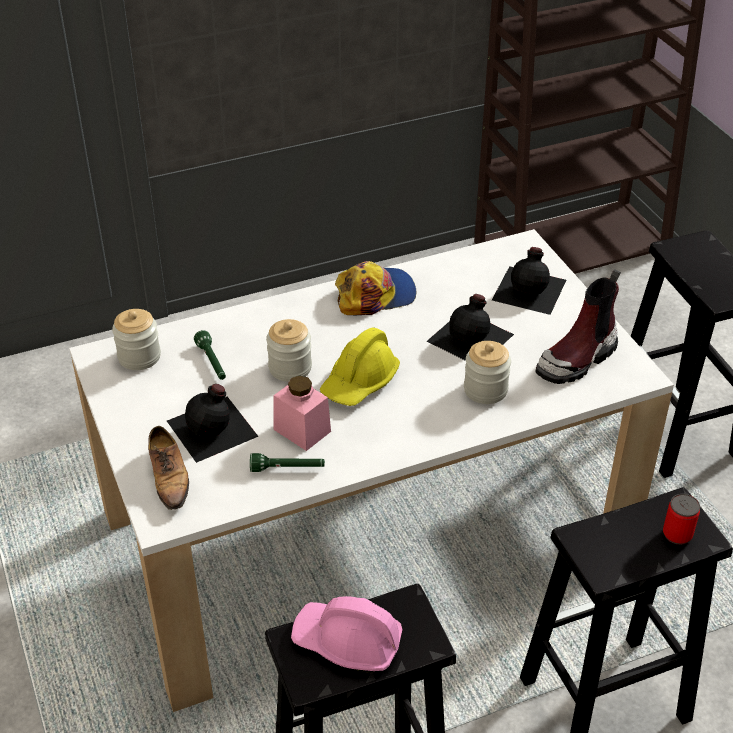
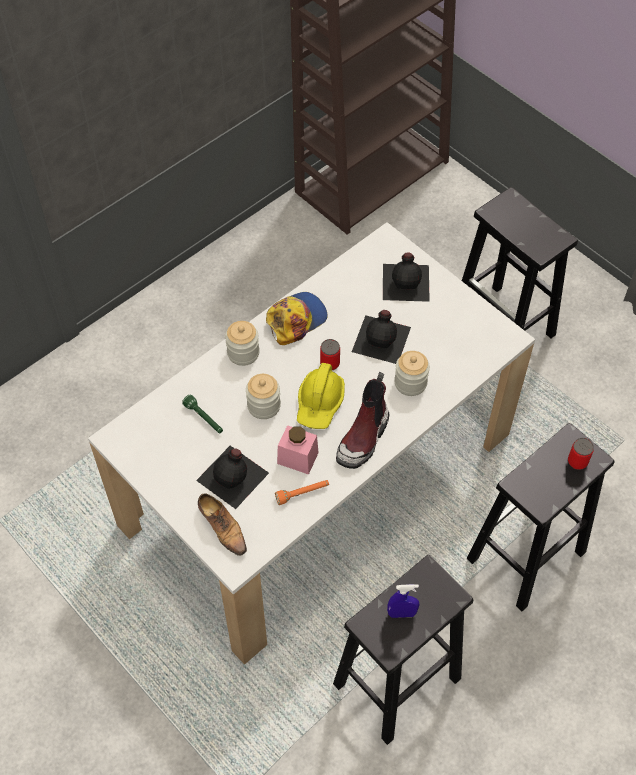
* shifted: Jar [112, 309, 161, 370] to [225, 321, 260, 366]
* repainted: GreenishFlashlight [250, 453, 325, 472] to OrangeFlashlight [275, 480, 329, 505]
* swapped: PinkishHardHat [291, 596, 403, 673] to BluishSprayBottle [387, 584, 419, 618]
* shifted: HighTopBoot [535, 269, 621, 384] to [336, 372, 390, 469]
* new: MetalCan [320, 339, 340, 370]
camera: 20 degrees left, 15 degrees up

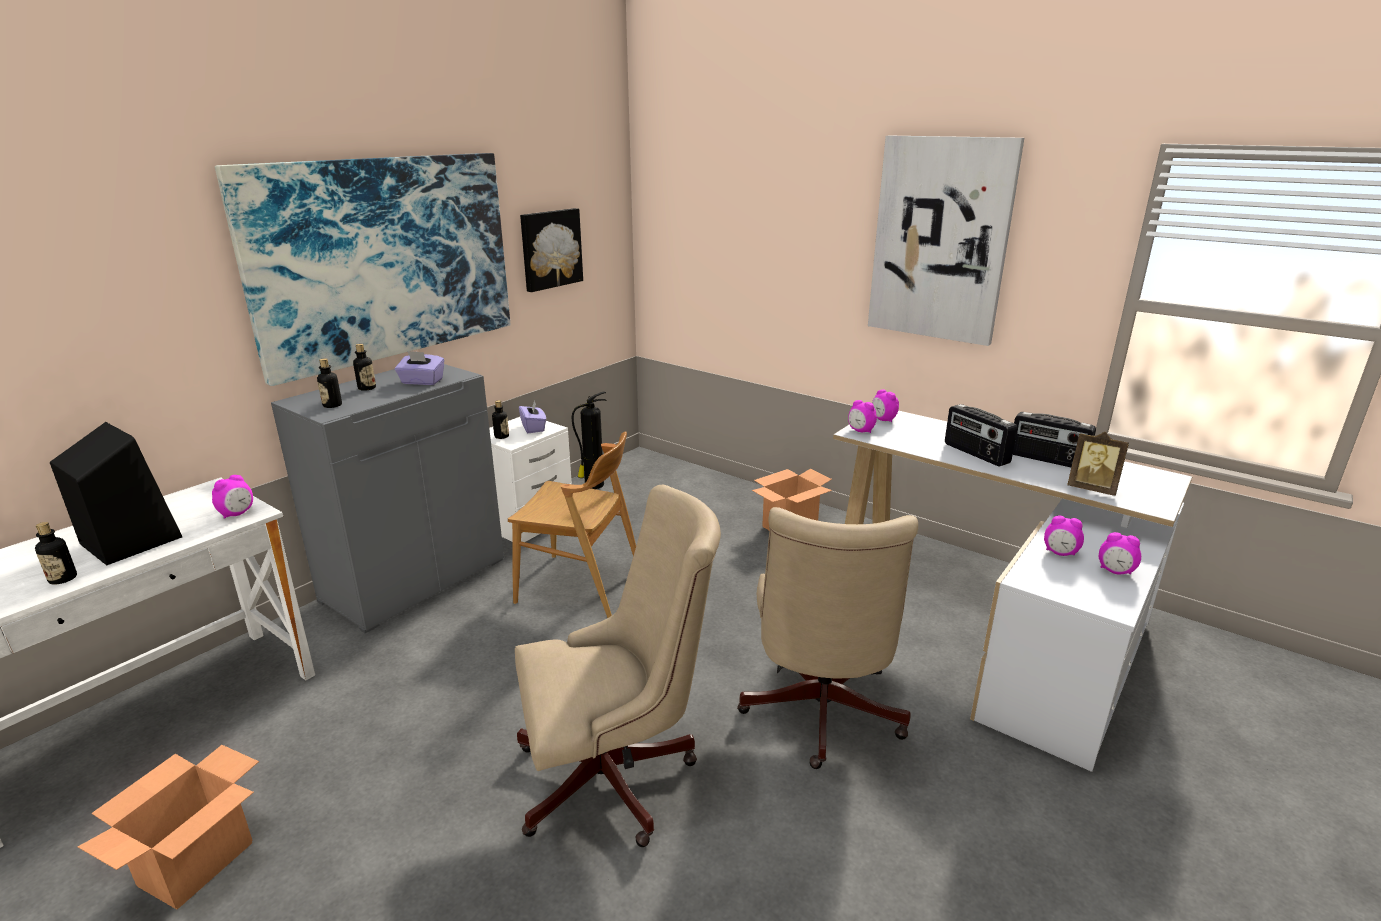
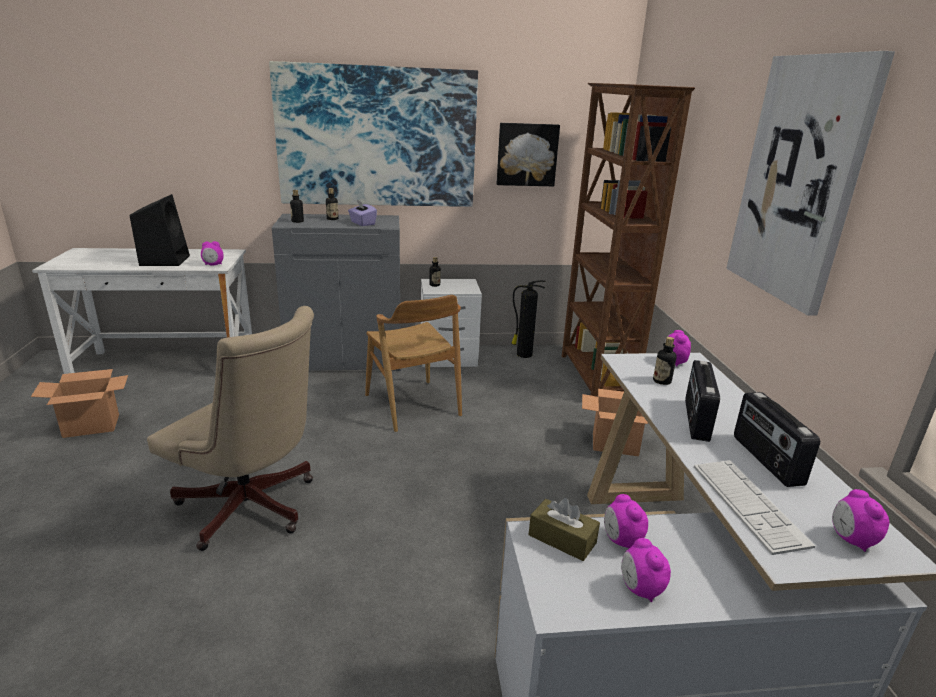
* shifted: BeverageBottle [35, 522, 77, 585] to [653, 337, 677, 385]
* gone: PurpleTissueHolder [519, 399, 546, 433]
* gone: BeigeColouredDeskChair [737, 507, 918, 769]
* shifted: TableClock [848, 400, 877, 433] to [832, 489, 889, 552]
* swapped: StandingFrame [1067, 432, 1129, 496] to ComputerKeyboard [694, 460, 815, 555]
* new: BrownTissueHolder [529, 498, 600, 561]
* new: BrownBookshelf [562, 83, 695, 397]
camera: 45 degrees right, 0 degrees up

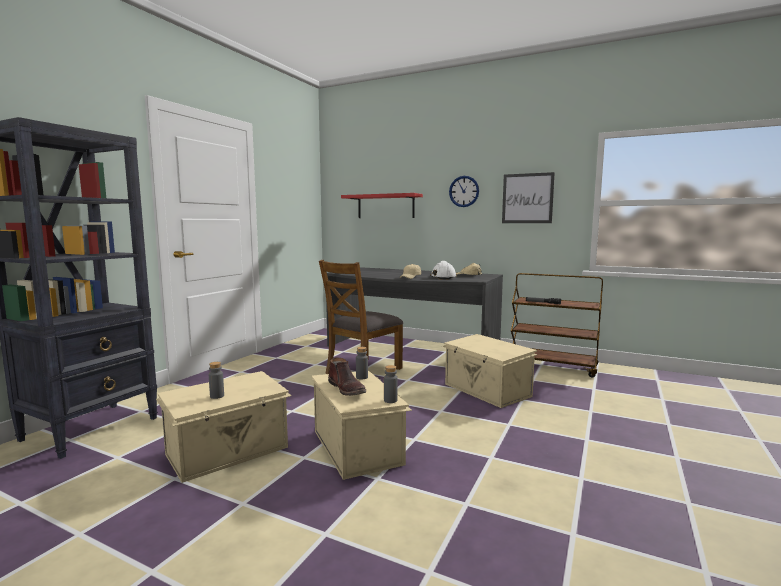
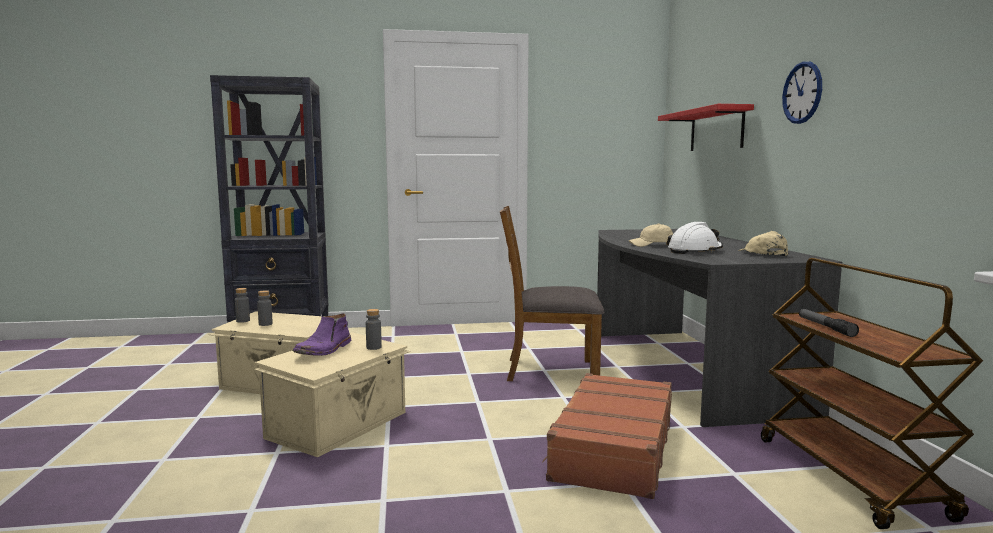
* repainted: BrownHighTopBoot [328, 357, 366, 396] to PurpleHighTopBoot [293, 313, 351, 356]
* shifted: GreyishBeverageBottle [384, 365, 398, 403] to [235, 288, 250, 323]
* swapped: BeigeColouredStorageContainer [442, 334, 537, 408] to BrownPieceOfLuggage [542, 373, 672, 499]
* gone: Picture [502, 172, 555, 223]
camera: 55 degrees right, 0 degrees up

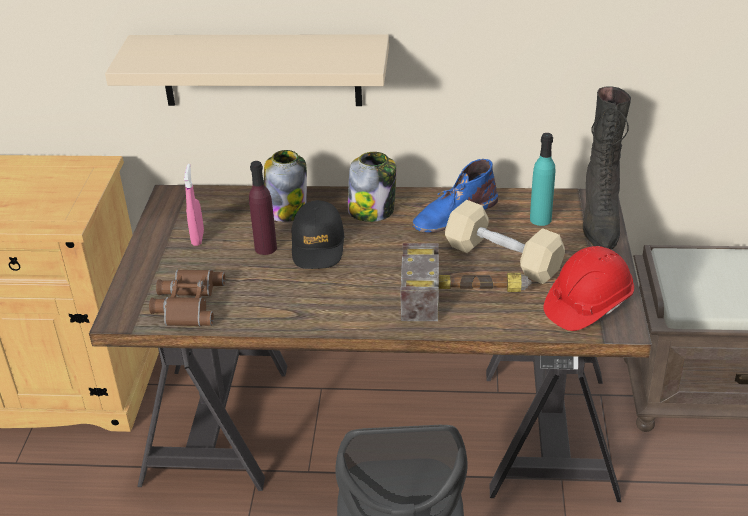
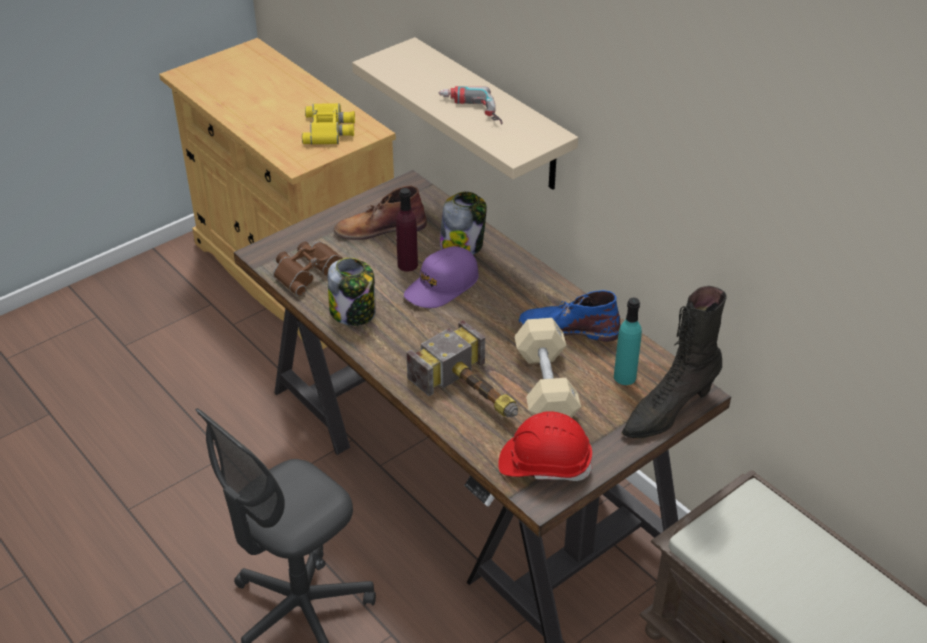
* swapped: PinkishSprayBottle [184, 164, 204, 246] to BrownHighTopBoot [334, 186, 427, 240]
* repainted: BlackCap [292, 200, 344, 269] to PurpleCap [404, 246, 479, 308]
* shifted: Jar [348, 152, 397, 222] to [328, 258, 375, 326]
* new: YellowFieldGlasses [302, 103, 355, 145]
* new: ElectricDrill [439, 86, 502, 124]
camera: 45 degrees right, 5 degrees up

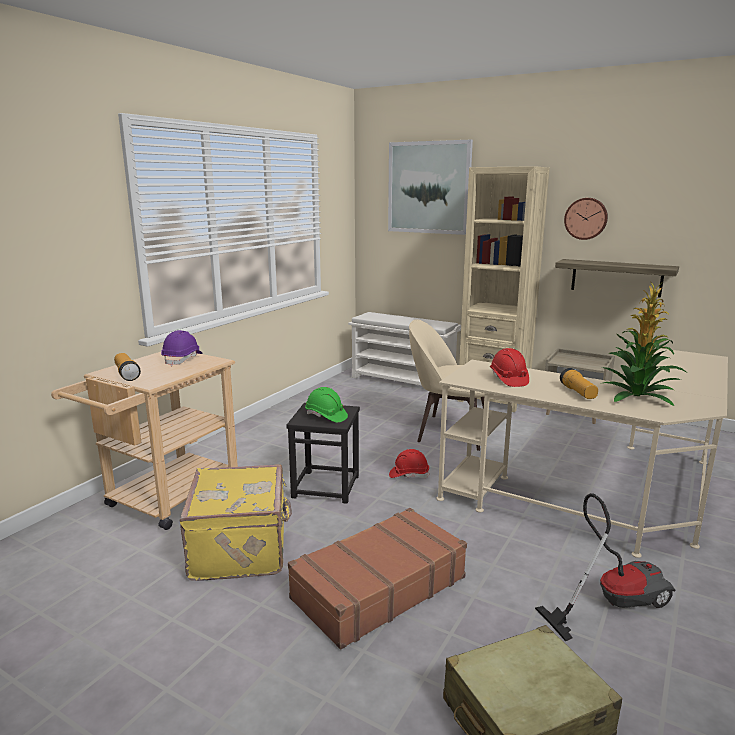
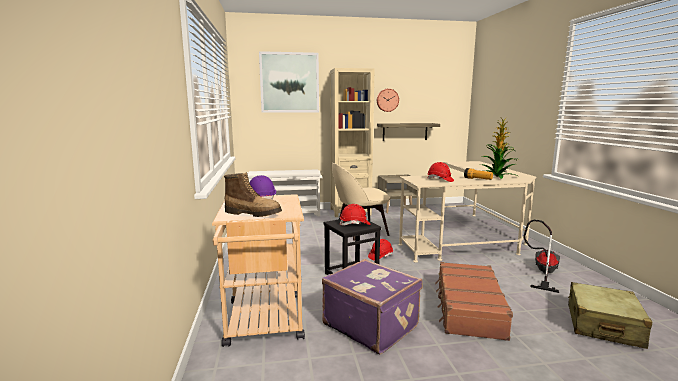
* swapped: Flashlight [114, 353, 141, 381] to HighTopBoot [224, 173, 282, 217]
* repainted: YellowPieceOfLuggage [179, 464, 292, 581] to PurplePieceOfLuggage [322, 259, 422, 355]
* repainted: GreenishHardHat [305, 387, 348, 423] to RedColouredHardHat [340, 204, 370, 226]
camera: 40 degrees left, 5 degrees down

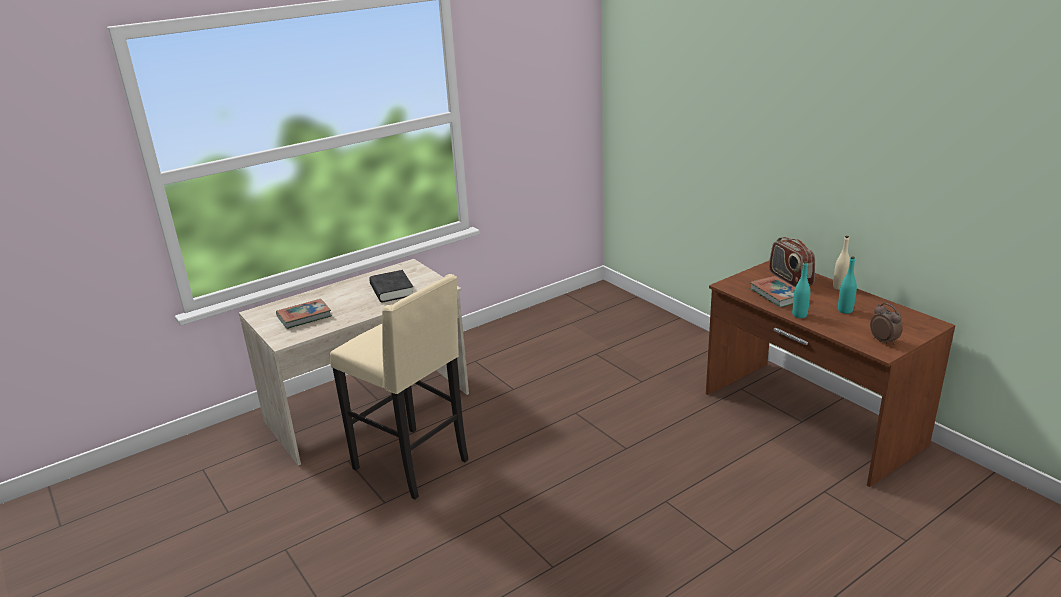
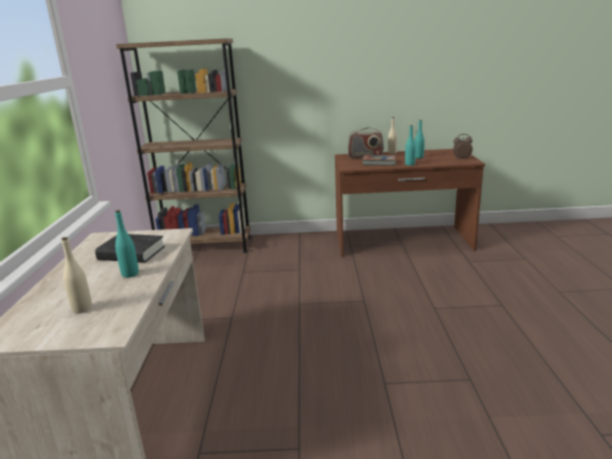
* swapped: Book [276, 299, 332, 329] to BeigeColouredBeverageBottle [61, 237, 92, 314]
* gone: BeigeColouredStool [330, 274, 468, 500]
* new: TurquoiseBeverageBottle [115, 210, 139, 278]
* new: BrownBookshelf [116, 39, 251, 253]
camera: 55 degrees left, 5 degrees down

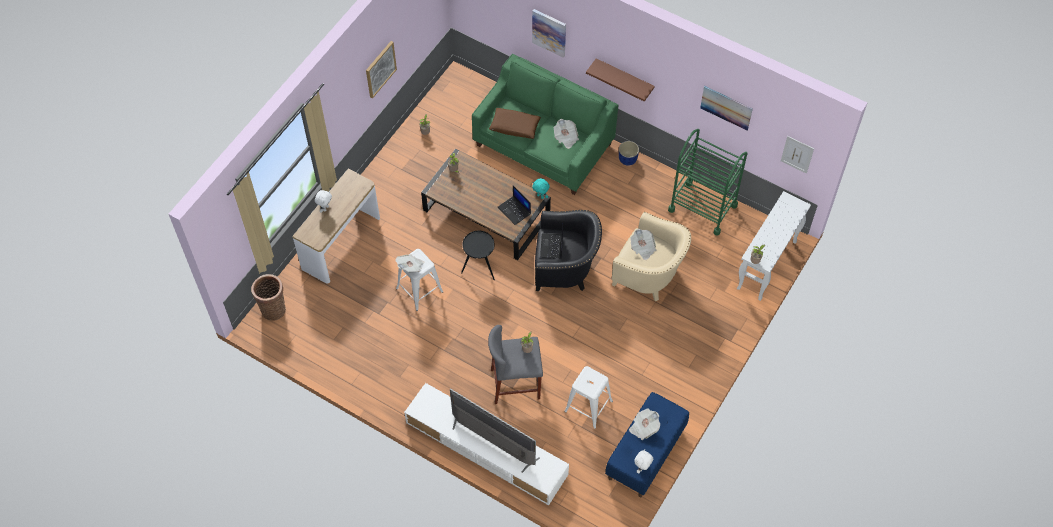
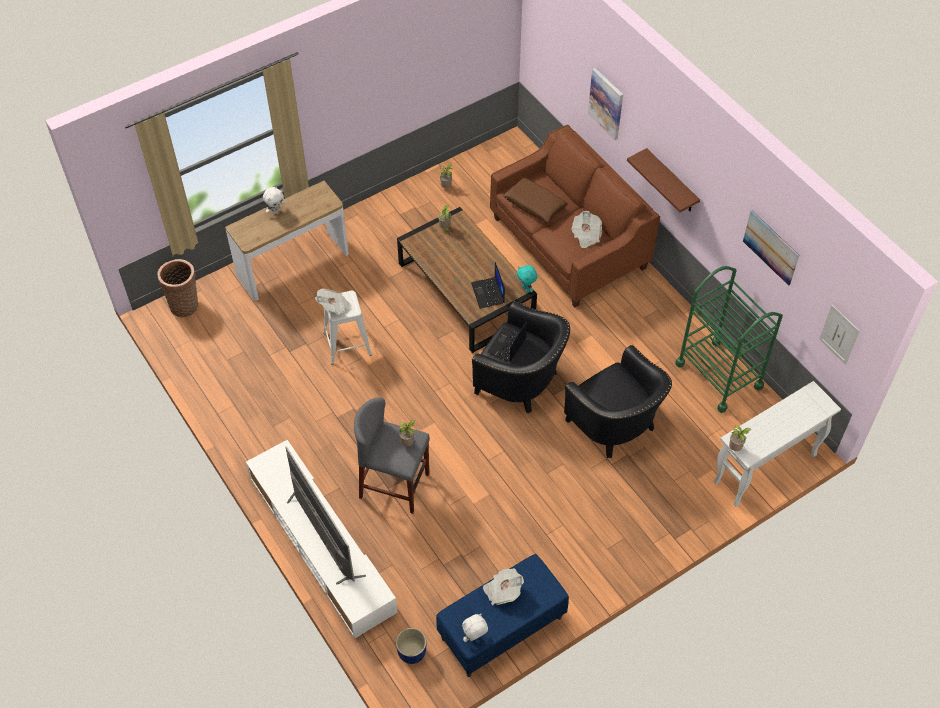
* gone: Picture [366, 41, 397, 99]
* gone: BlackSideTable [461, 231, 495, 280]
* repainted: GreenishSofa [472, 54, 618, 195] to BrownSofa [490, 125, 660, 307]
* gone: WhiteStool [564, 366, 613, 429]
* repainted: BeigeColouredLoungeChair [612, 212, 691, 301] to BlackLoungeChair [564, 345, 672, 458]
* shifted: BluishPlanter [619, 141, 639, 166] to [396, 628, 426, 664]
* gone: DailyPaper [630, 229, 656, 260]
camera: 25 degrees right, 5 degrees down

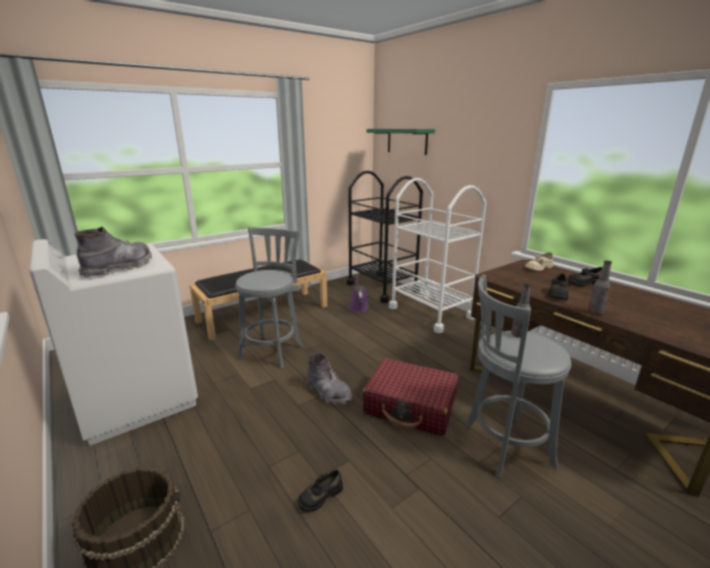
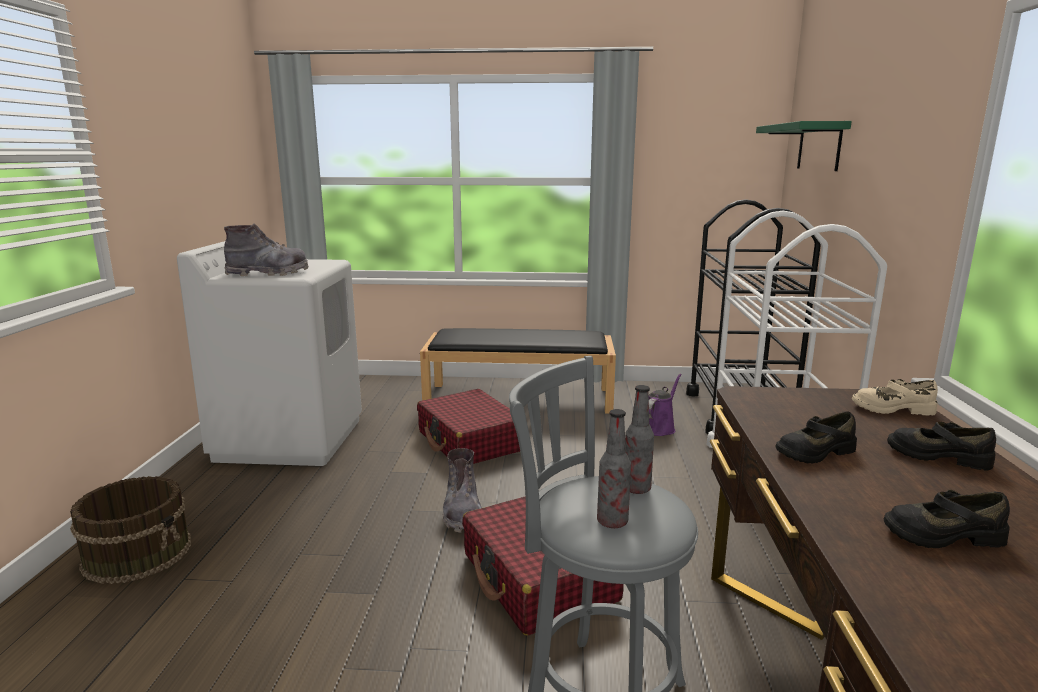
* swapped: GreyishStool [235, 227, 303, 368] to RedColouredPieceOfLuggage [417, 389, 520, 464]
* shifted: BlackLowShoe [298, 470, 343, 512] to [884, 490, 1010, 548]
* shifted: BeverageBottle [588, 260, 612, 315] to [597, 409, 631, 528]
camera: 40 degrees right, 5 degrees down

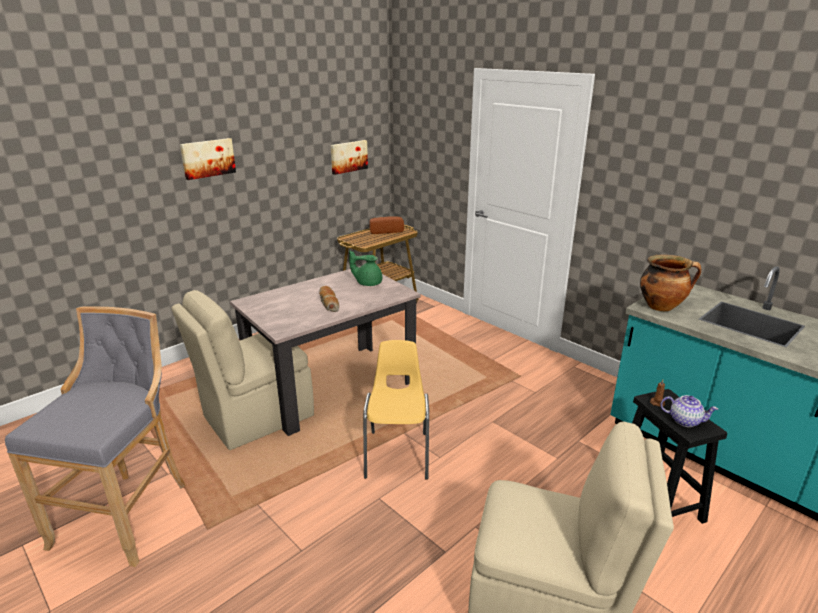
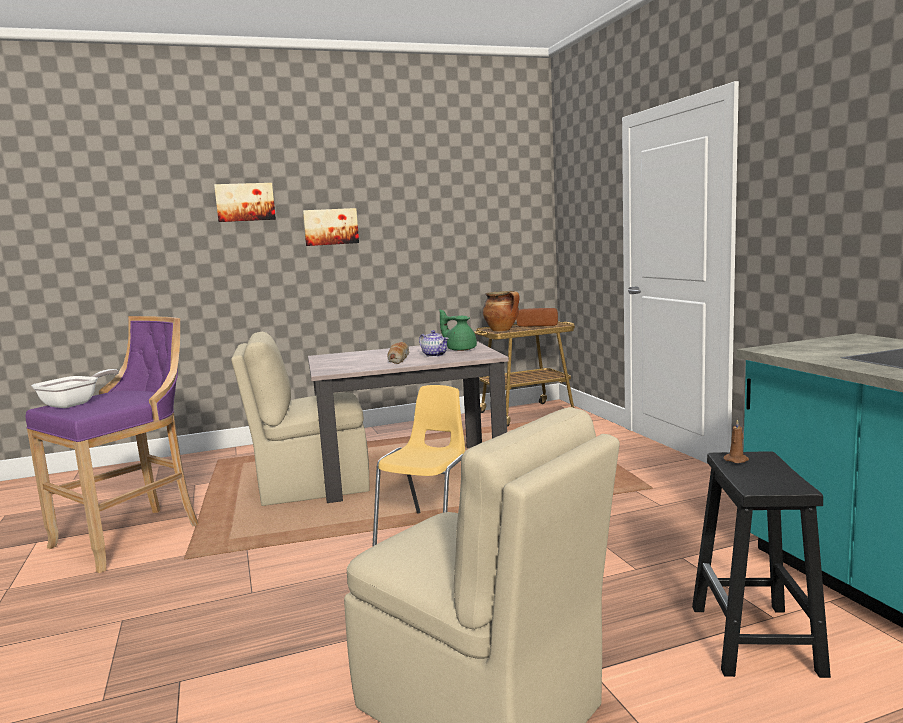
* repainted: GreyishStool [5, 306, 186, 567] to PurpleStool [26, 316, 198, 573]
* shifted: Picture [331, 140, 368, 175] to [214, 183, 276, 222]
* shifted: CookingPot [640, 254, 701, 311] to [483, 291, 520, 331]
* shifted: Teapot [660, 395, 718, 427] to [419, 330, 449, 357]
* new: Skillet [32, 369, 119, 408]
camera: 25 degrees right, 15 degrees down

